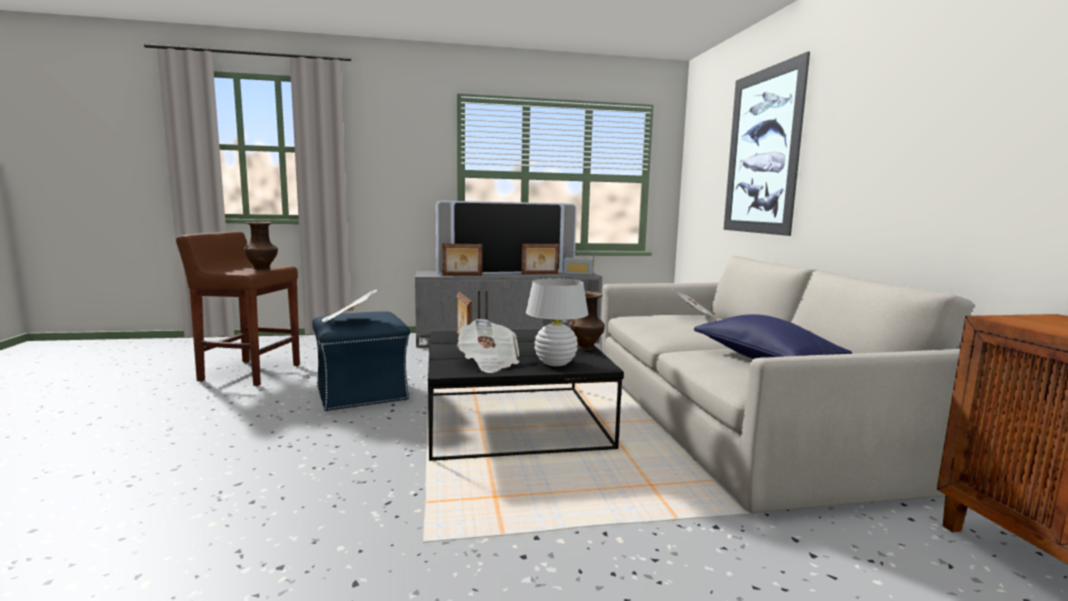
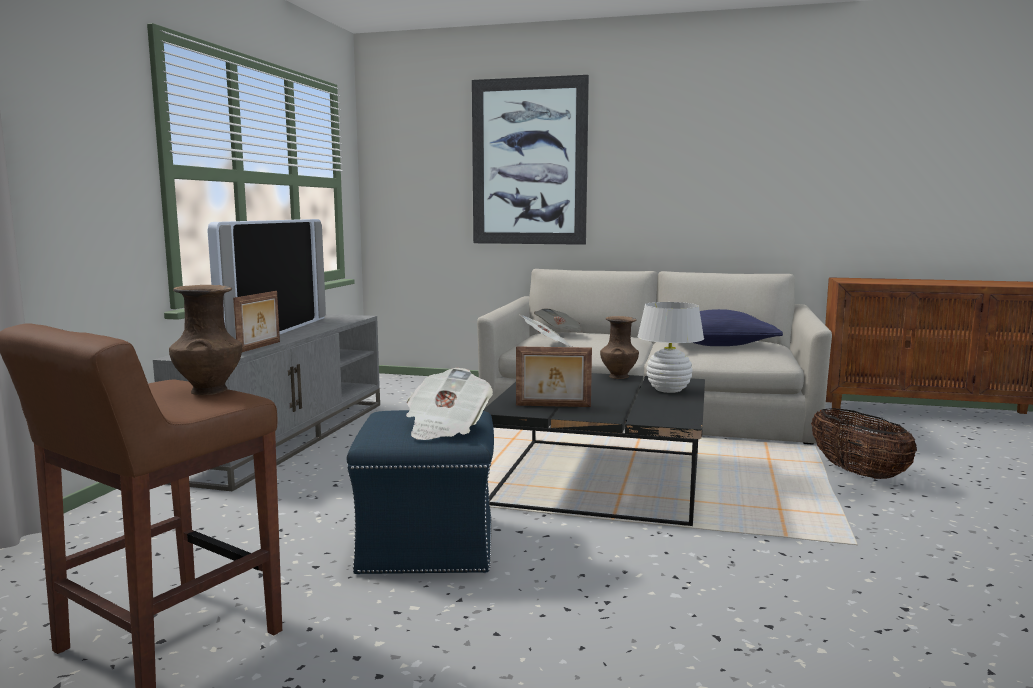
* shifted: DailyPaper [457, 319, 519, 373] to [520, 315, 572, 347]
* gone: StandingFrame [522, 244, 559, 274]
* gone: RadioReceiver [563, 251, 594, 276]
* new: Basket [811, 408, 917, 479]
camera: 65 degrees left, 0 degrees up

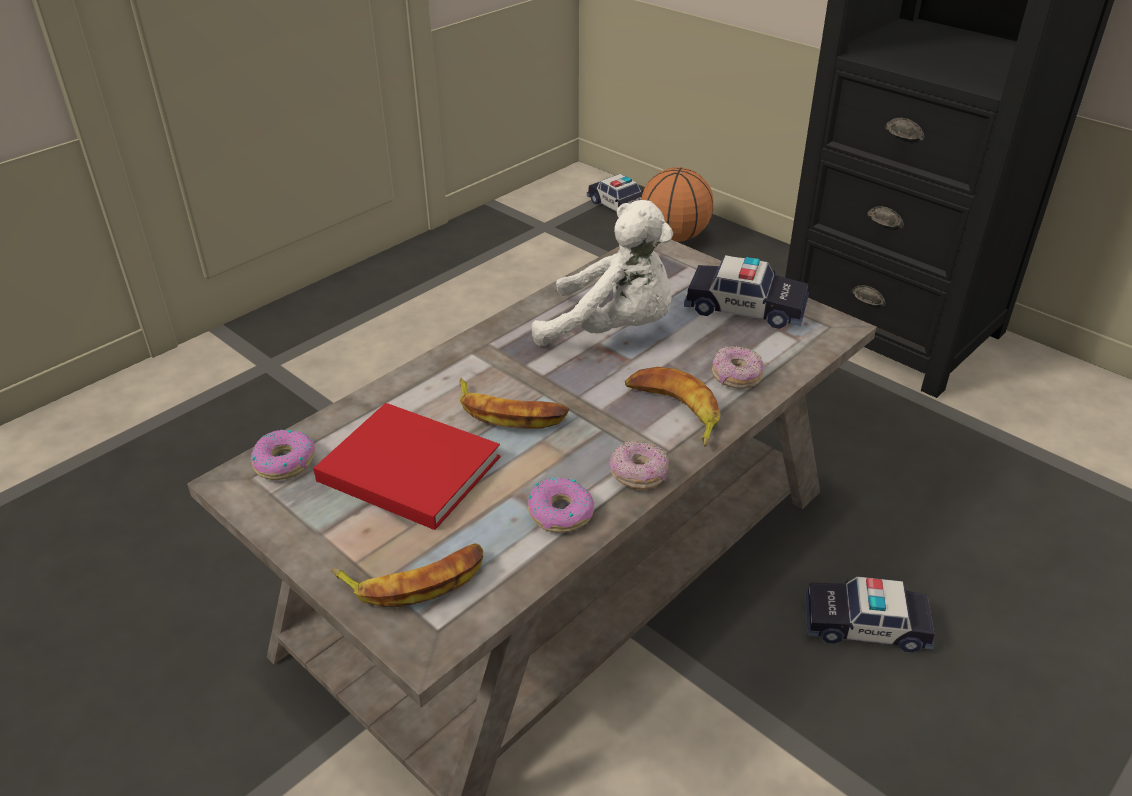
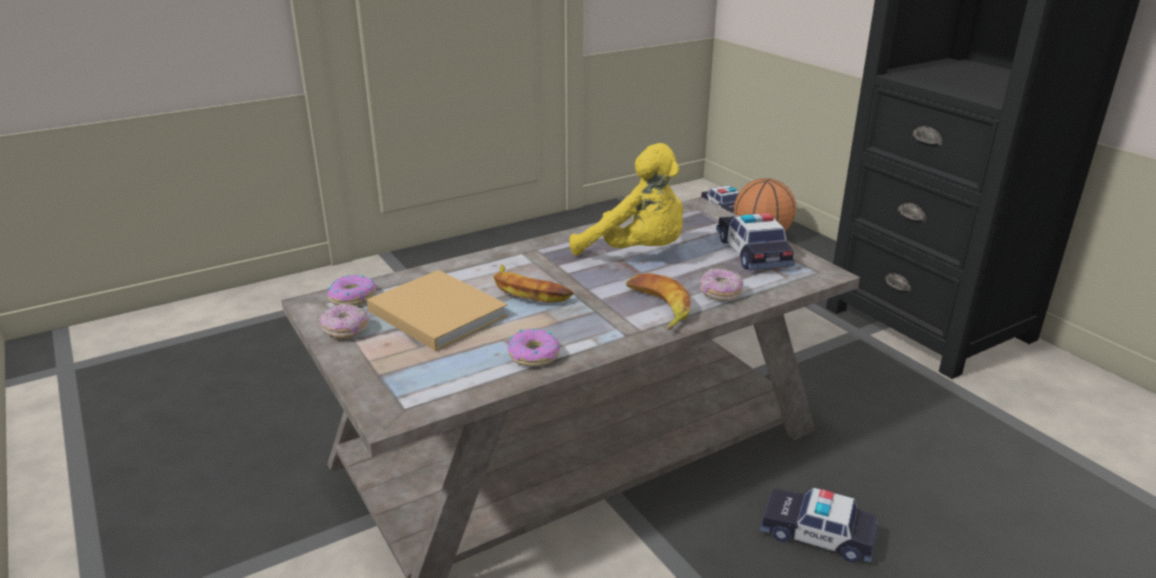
* repainted: RedColouredBook [313, 403, 501, 530] to BeigeColouredBook [367, 270, 508, 351]
* gone: WholeBanana [331, 543, 483, 607]
* repainted: WhitePlushToy [532, 200, 673, 347] to YellowPlushToy [569, 143, 683, 255]
* shifted: Donut [610, 441, 669, 490] to [319, 303, 368, 339]
* rotated: ToyCar [684, 255, 809, 329] = [716, 213, 795, 270] 135 degrees counterclockwise
camera: 15 degrees right, 10 degrees down

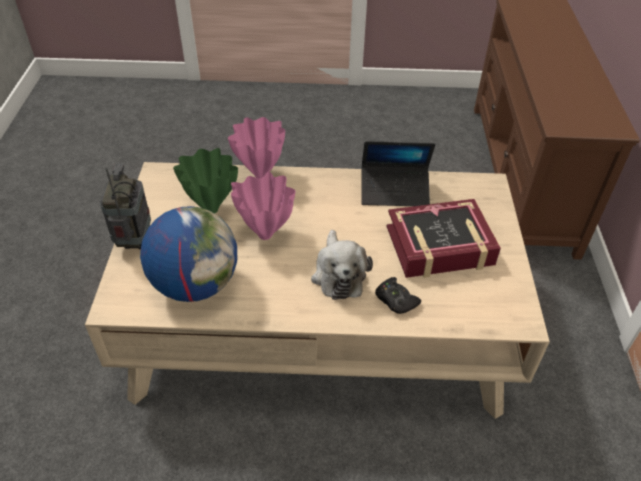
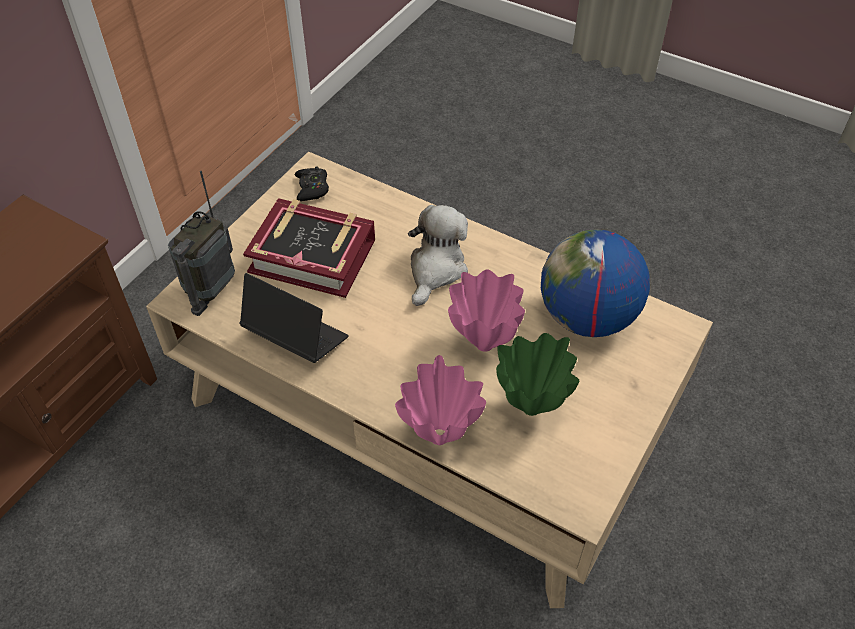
* shifted: RadioReceiver [100, 163, 151, 250] to [168, 171, 235, 316]
* shifted: BlackGamepad [375, 277, 421, 314] to [295, 166, 329, 201]
camera: 150 degrees left, 5 degrees up

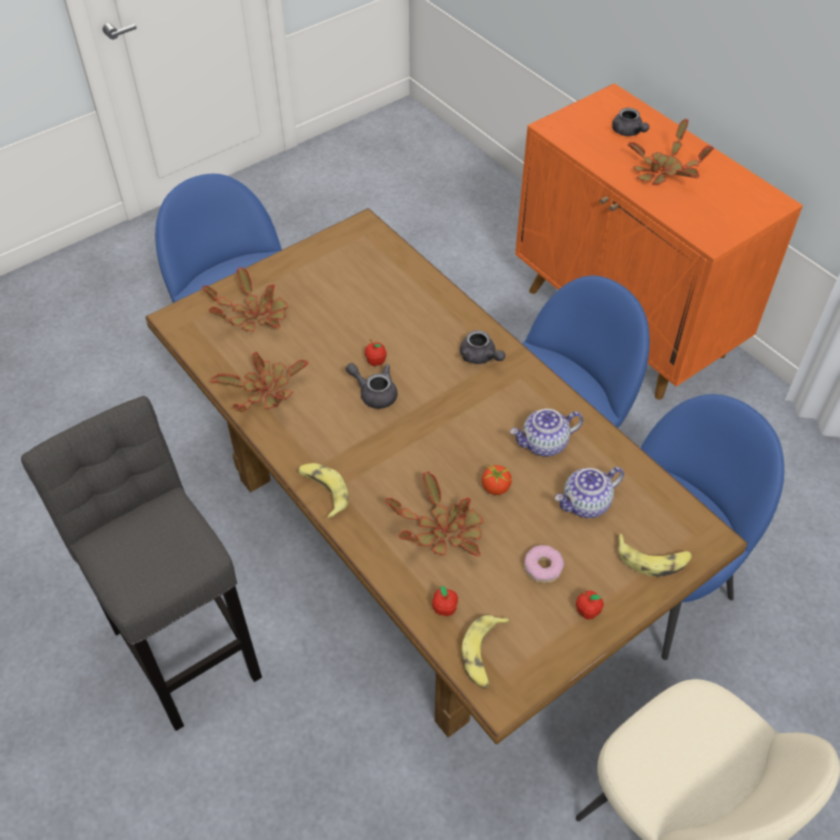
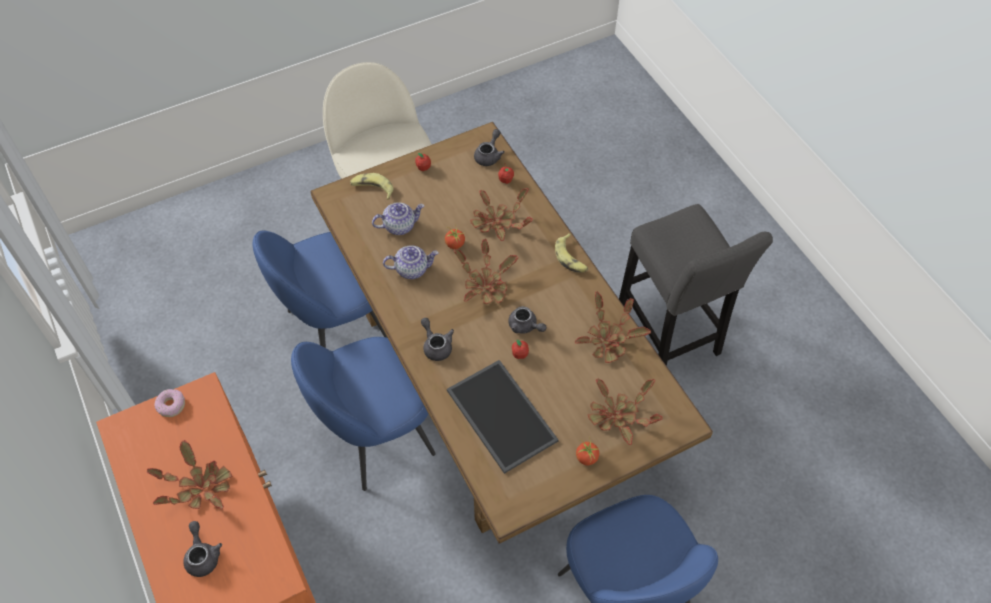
* swapped: WholeBanana [462, 615, 510, 689] to GreyishTeapot [474, 129, 505, 166]
* shifted: Donut [524, 545, 564, 583] to [154, 389, 185, 417]
* new: ServingTray [447, 360, 559, 474]
* new: PottedPlant [453, 239, 518, 304]
* new: Tomato [576, 438, 600, 466]
camera: 170 degrees left, 5 degrees up

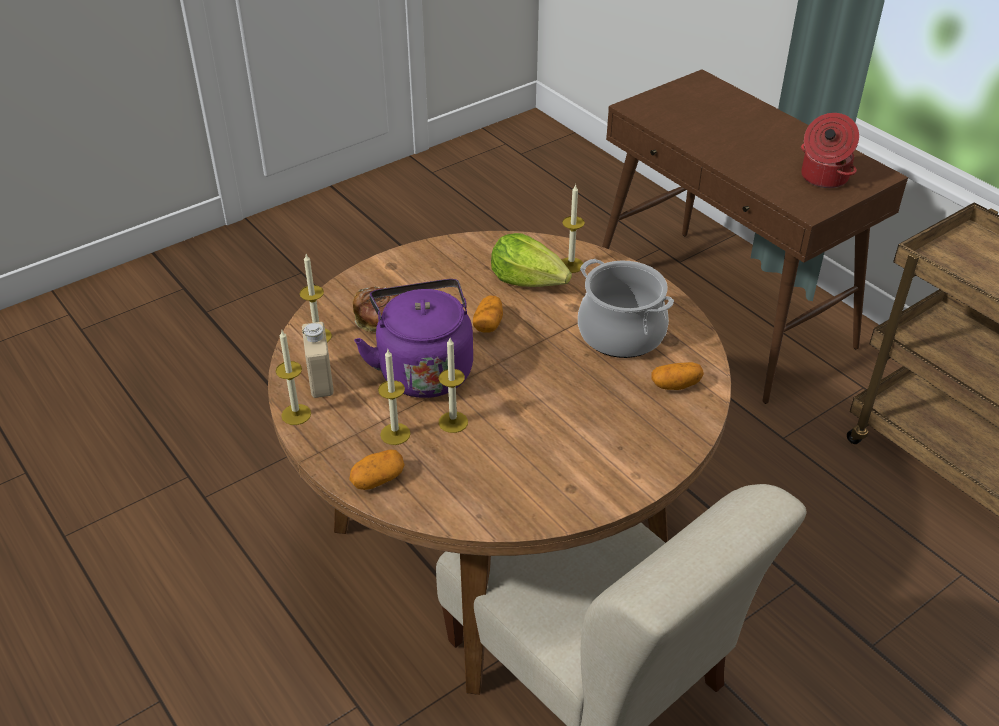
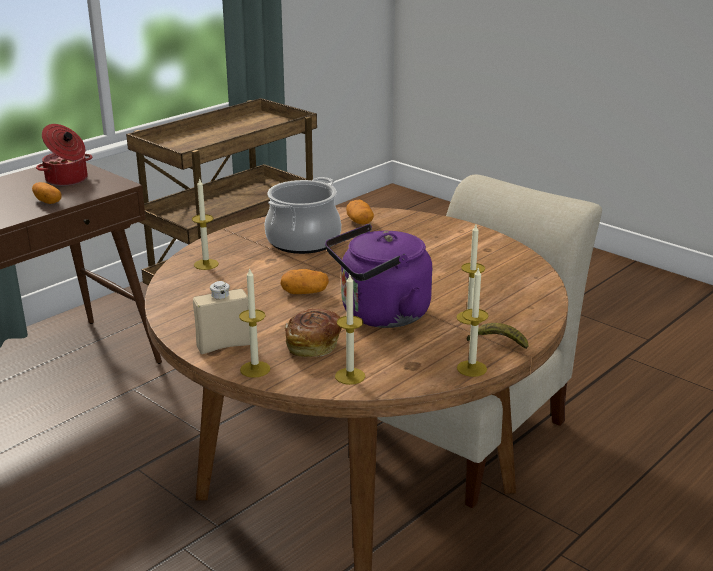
* shifted: BeigeColouredBeverageBottle [302, 322, 334, 398] to [193, 281, 250, 354]
* shifted: WholePotato [349, 450, 405, 490] to [32, 182, 62, 204]
* shifted: Candle [439, 338, 468, 433] to [239, 267, 270, 378]
* gone: HeadOfLettuce [491, 233, 572, 287]
* new: WholeBanana [467, 323, 528, 349]
camera: 100 degrees left, 15 degrees down

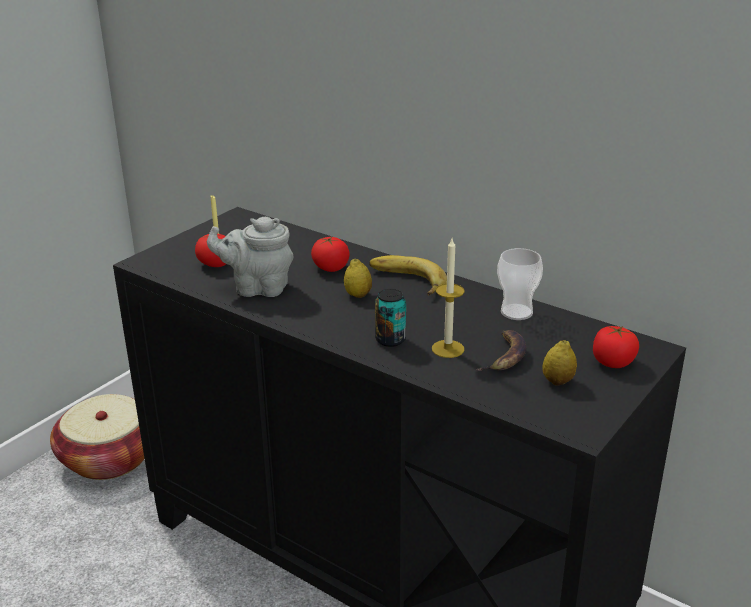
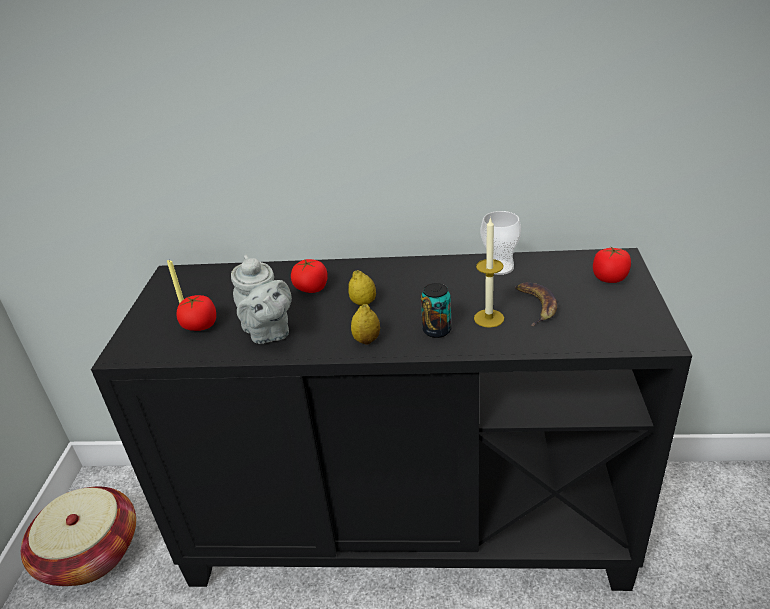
* rotated: GreyishTeapot [207, 217, 294, 297] = [231, 255, 292, 344] 90 degrees counterclockwise
* gone: WholeBanana [369, 255, 447, 295]
* shifted: Lemon [542, 340, 577, 386] to [351, 304, 380, 345]
camera: 30 degrees left, 5 degrees up

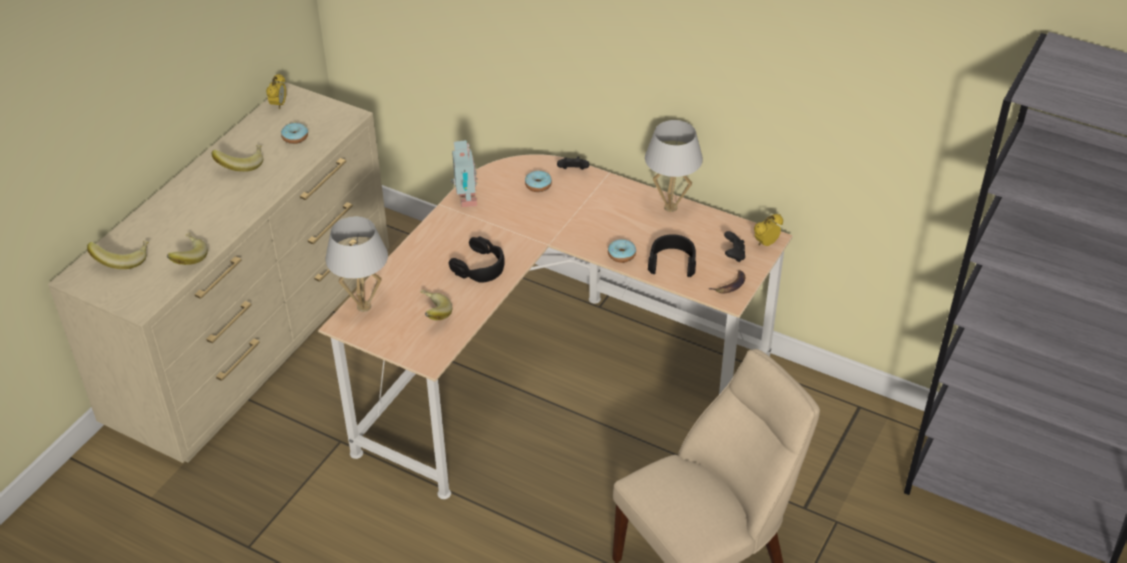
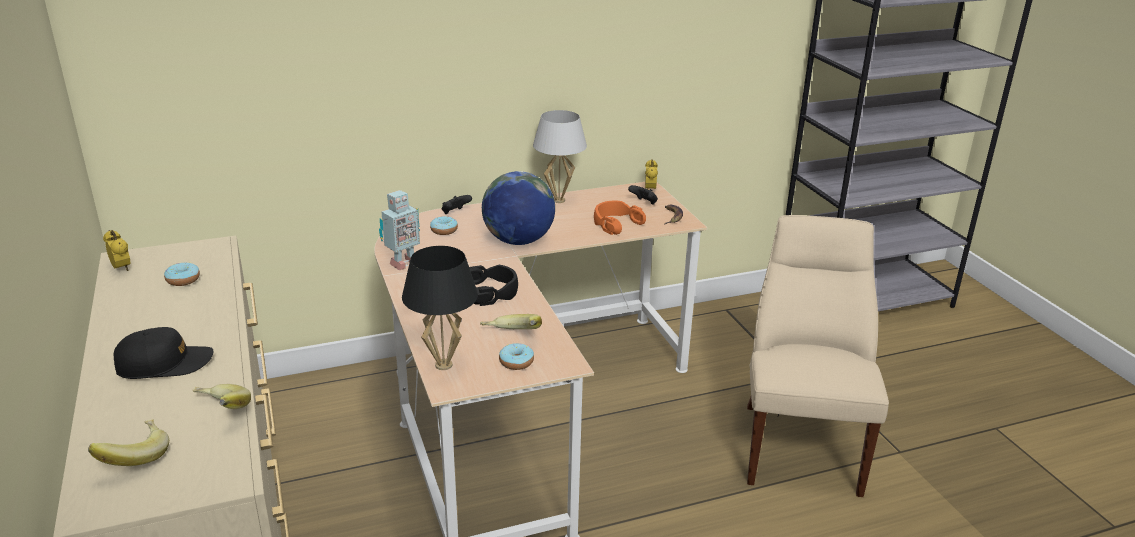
* gone: WholeBanana [211, 145, 263, 172]
* repainted: WhiteTabletopLamp [325, 216, 388, 312] to BlackTabletopLamp [402, 246, 478, 370]
* rotated: RobotFigure [451, 140, 478, 207] = [379, 190, 420, 270] 105 degrees clockwise
* shifted: Donut [608, 239, 636, 263] to [499, 343, 534, 370]
* repainted: BlackHeadphones [648, 234, 696, 277] to OrangeHeadphones [594, 201, 646, 235]
* new: BlackCap [114, 327, 213, 379]
* new: WorldGlobe [482, 171, 555, 245]
camera: 50 degrees left, 15 degrees down

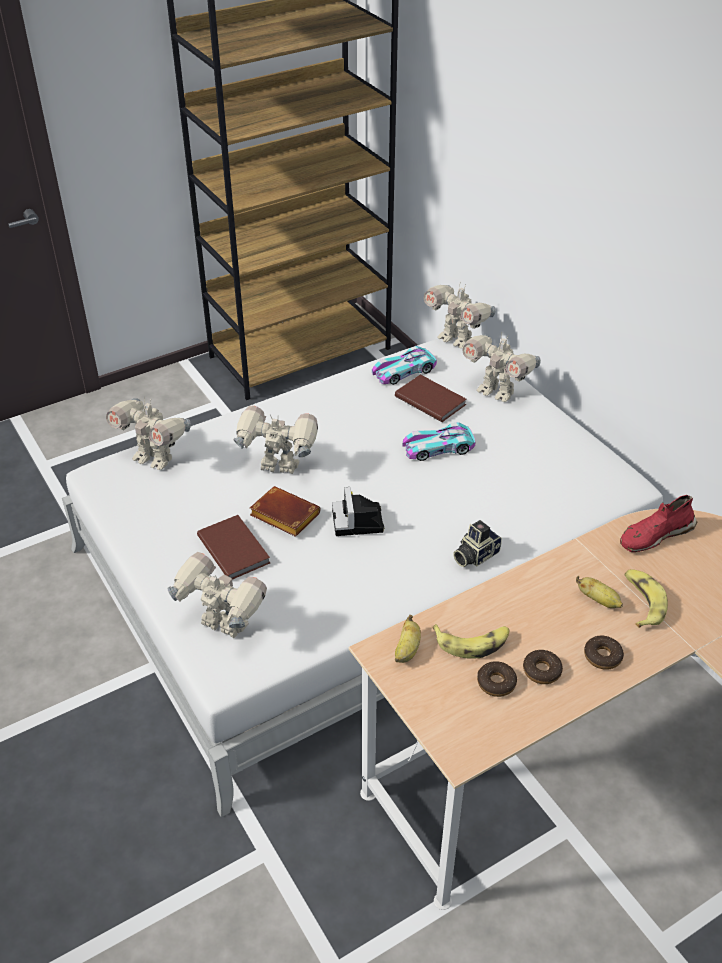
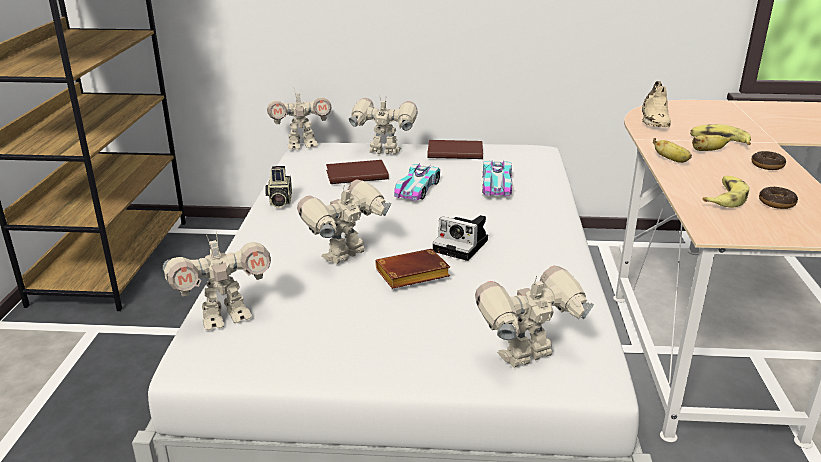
* shifted: BrownBook [197, 515, 270, 580] to [428, 140, 483, 159]
* shifted: ToyCar [372, 346, 437, 385] to [483, 160, 512, 196]
* shifted: WholeBanana [395, 615, 421, 663] to [653, 138, 692, 163]
* shifted: StillCamera [453, 520, 502, 567] to [265, 166, 292, 208]
* rotated: RobotFigure [462, 334, 541, 402] = [349, 95, 418, 155] 150 degrees counterclockwise
* gone: Donut [523, 650, 563, 684]
* repainted: RedColouredLowShoe [620, 495, 697, 552] to BeigeColouredLowShoe [642, 81, 671, 127]
camera: 55 degrees left, 15 degrees down

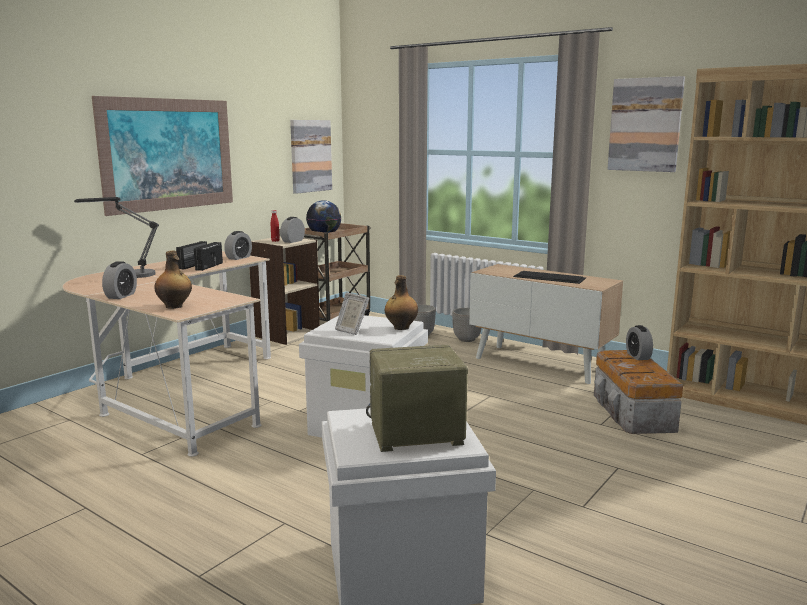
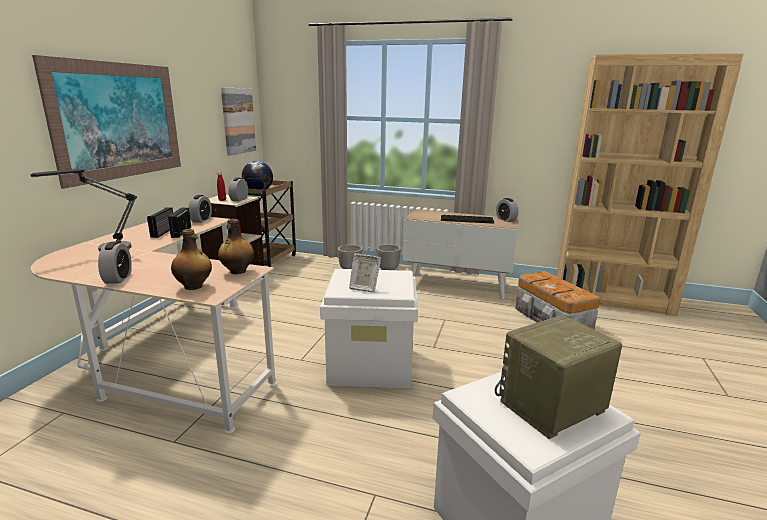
* shifted: BeverageBottle [384, 275, 418, 330] to [218, 219, 254, 274]
* gone: Picture [607, 76, 685, 172]
* shifted: TableClock [626, 325, 653, 360] to [496, 198, 519, 222]
camera: 20 degrees left, 5 degrees up

